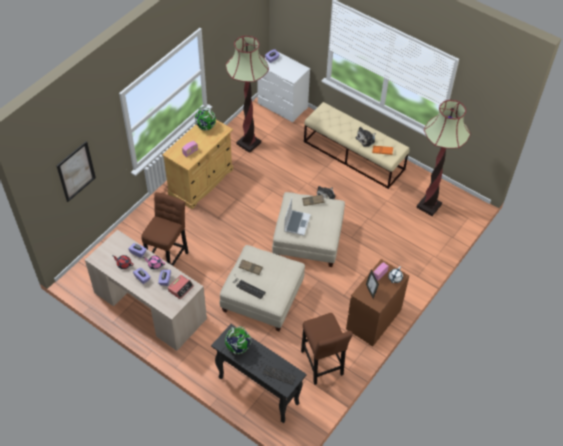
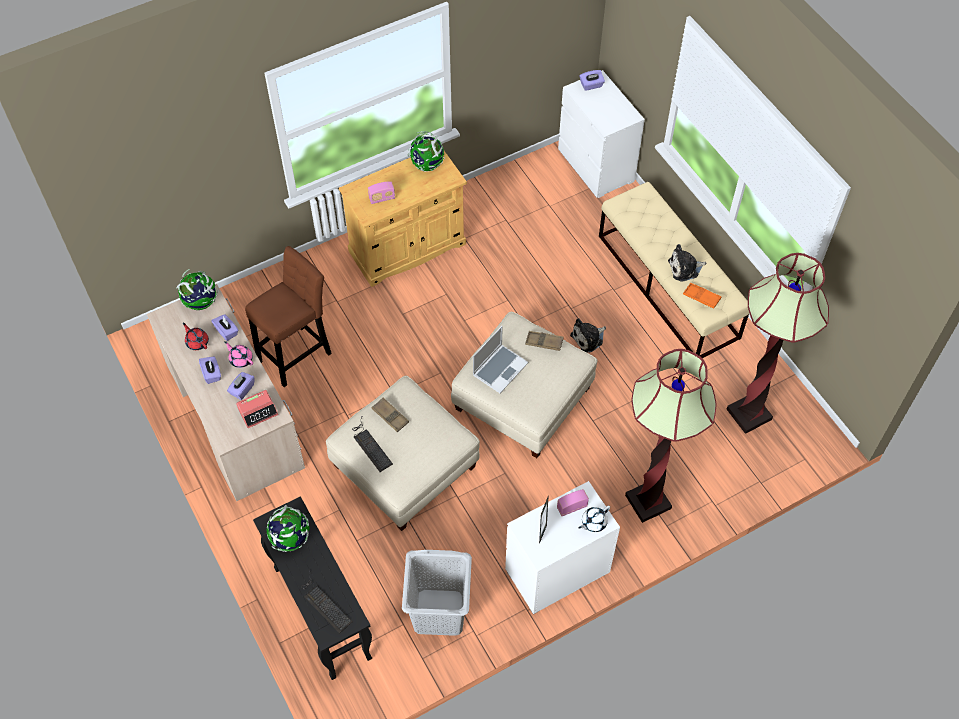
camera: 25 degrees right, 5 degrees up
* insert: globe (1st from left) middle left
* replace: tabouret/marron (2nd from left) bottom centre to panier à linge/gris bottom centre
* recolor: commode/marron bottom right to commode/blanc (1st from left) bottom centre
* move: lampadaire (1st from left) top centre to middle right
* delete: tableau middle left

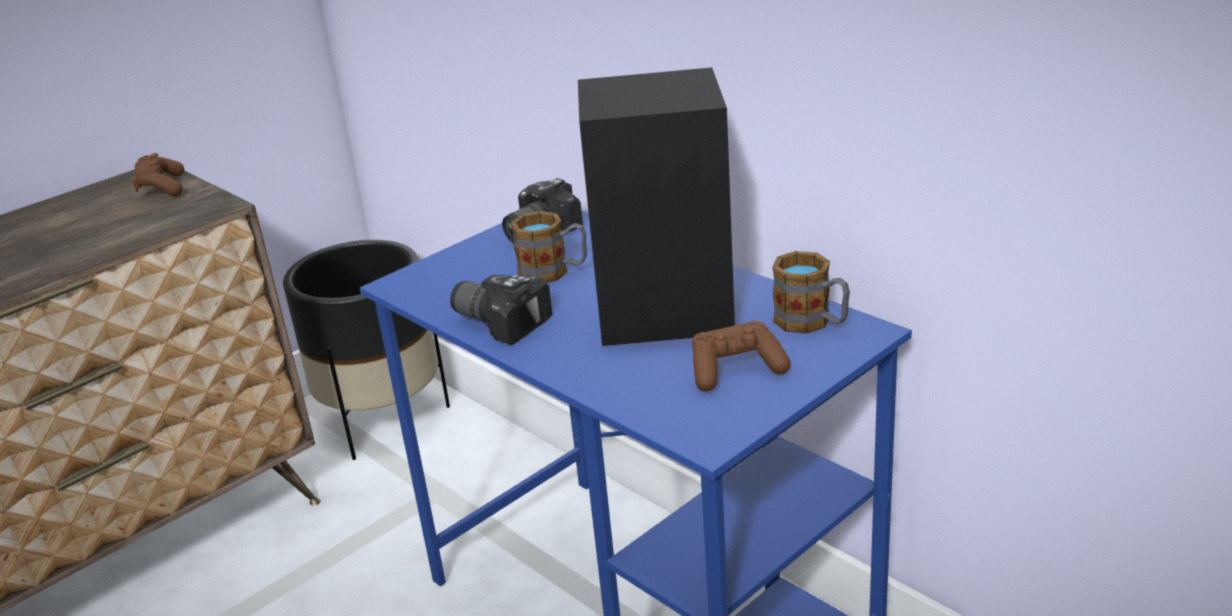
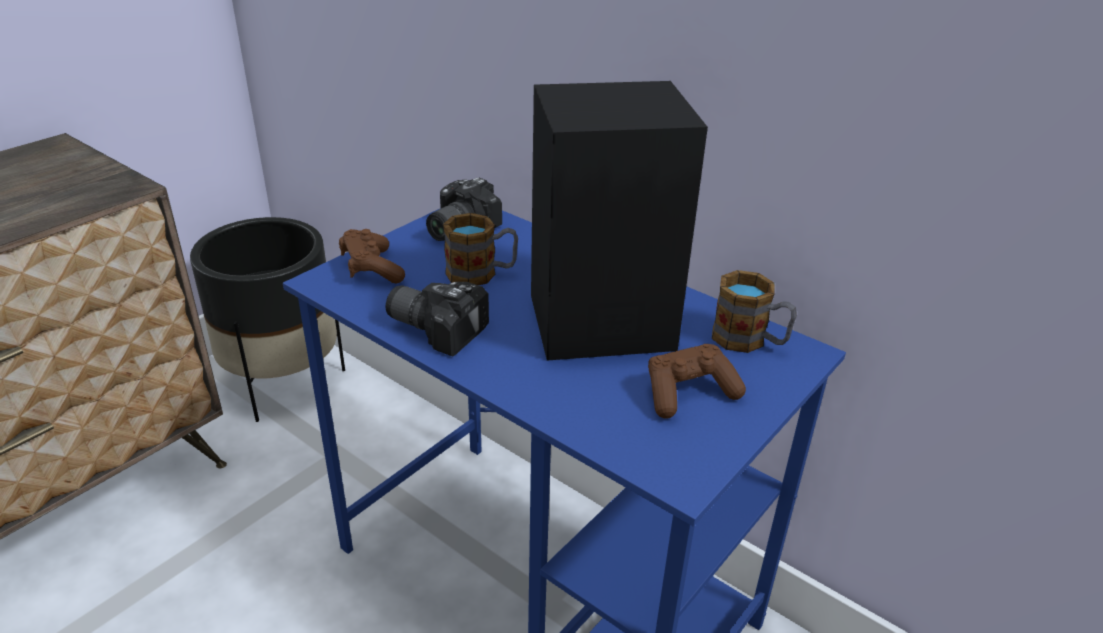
camera: 10 degrees left, 5 degrees up
* move: manette/marron (1st from left) top left to centre

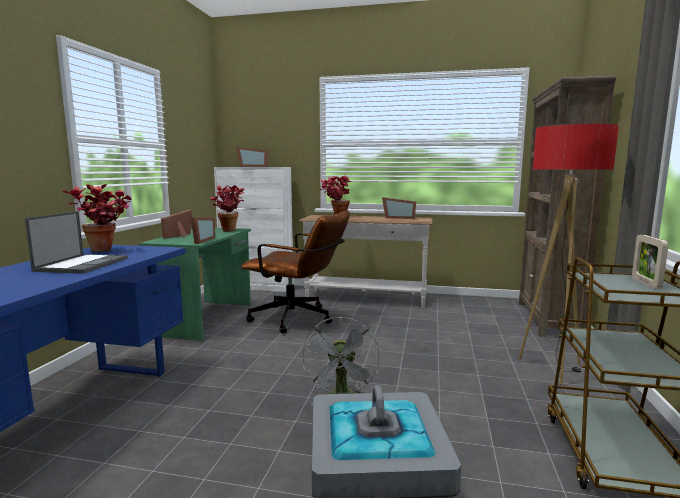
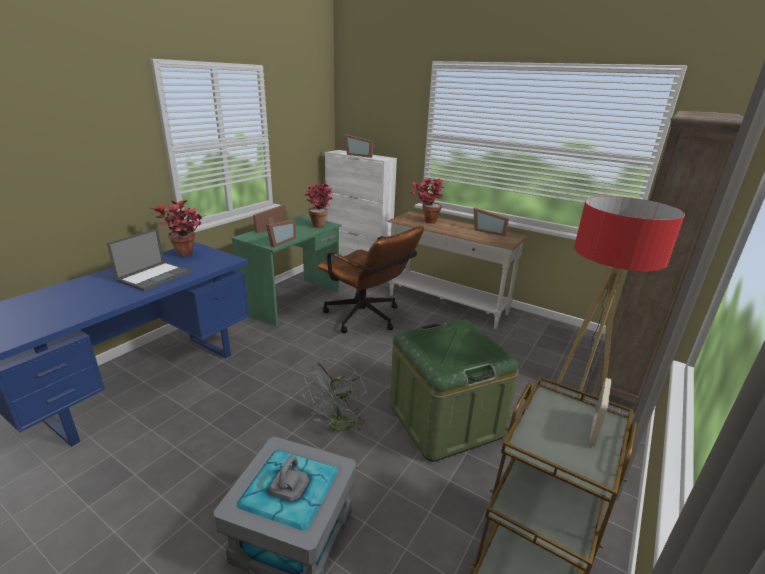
camera: 20 degrees right, 15 degrees up
* insert: boîte de rangement/vert bottom centre

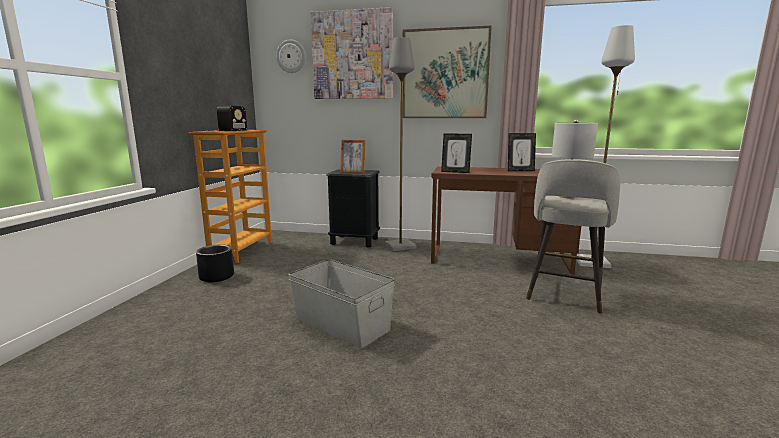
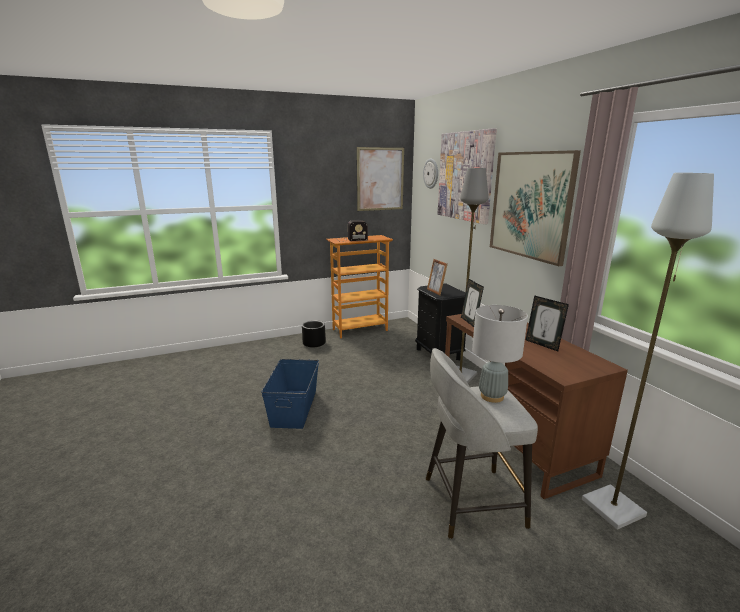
camera: 55 degrees right, 5 degrees up
* recolor: boîte de rangement/gris bottom centre to boîte de rangement/bleu centre
* insert: tableau (1st from left) top centre

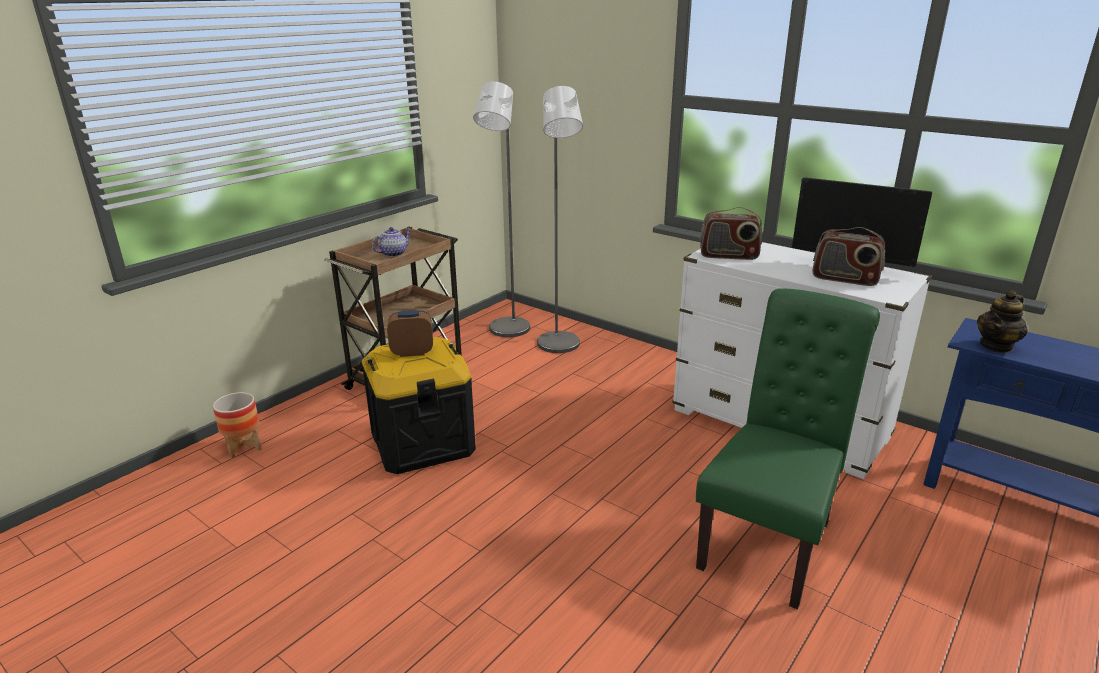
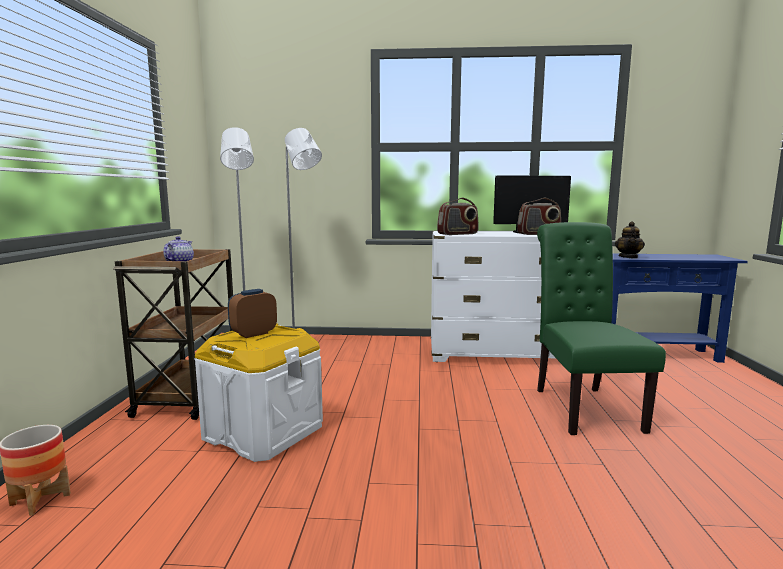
camera: 35 degrees left, 15 degrees down
* recolor: boîte de rangement/noir centre to boîte de rangement/blanc bottom left

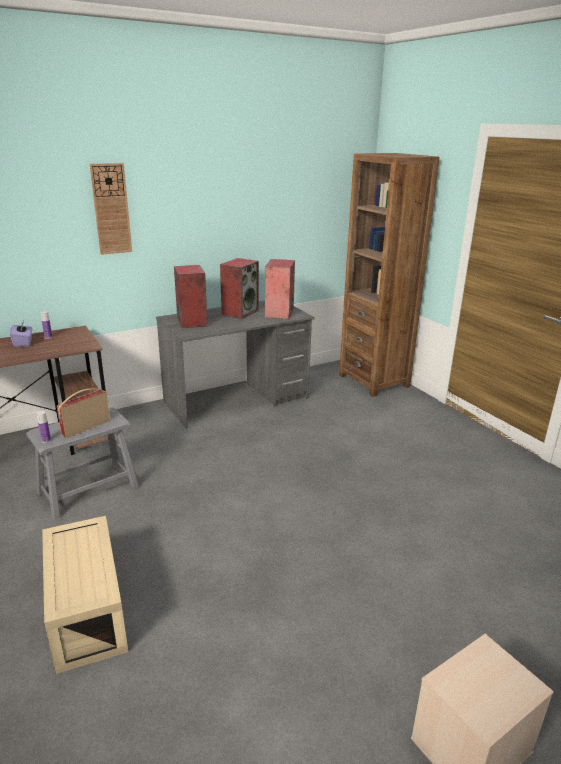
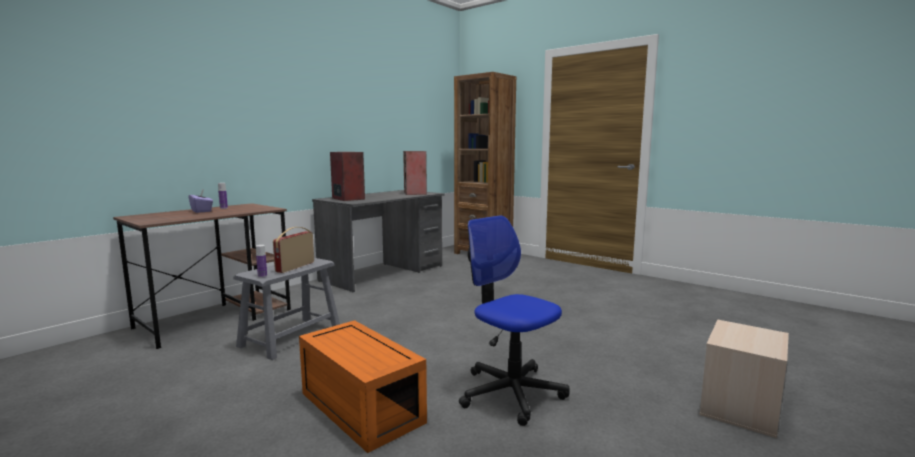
camera: 20 degrees left, 15 degrees down
* recolor: boîte de rangement/beige (1st from left) bottom left to boîte de rangement/orange bottom centre
* insert: chaise de bureau bottom centre
* delete: horloge murale top left
* delete: enceinte (2nd from left) centre

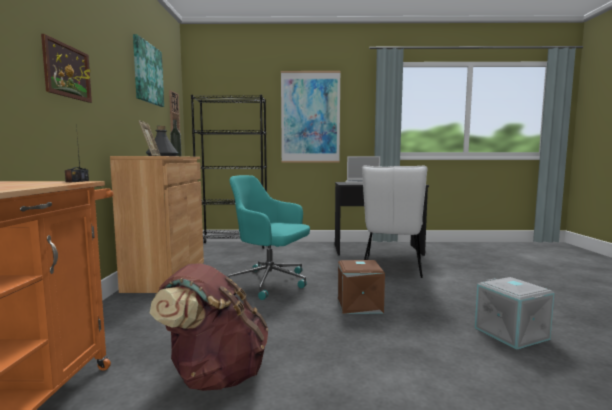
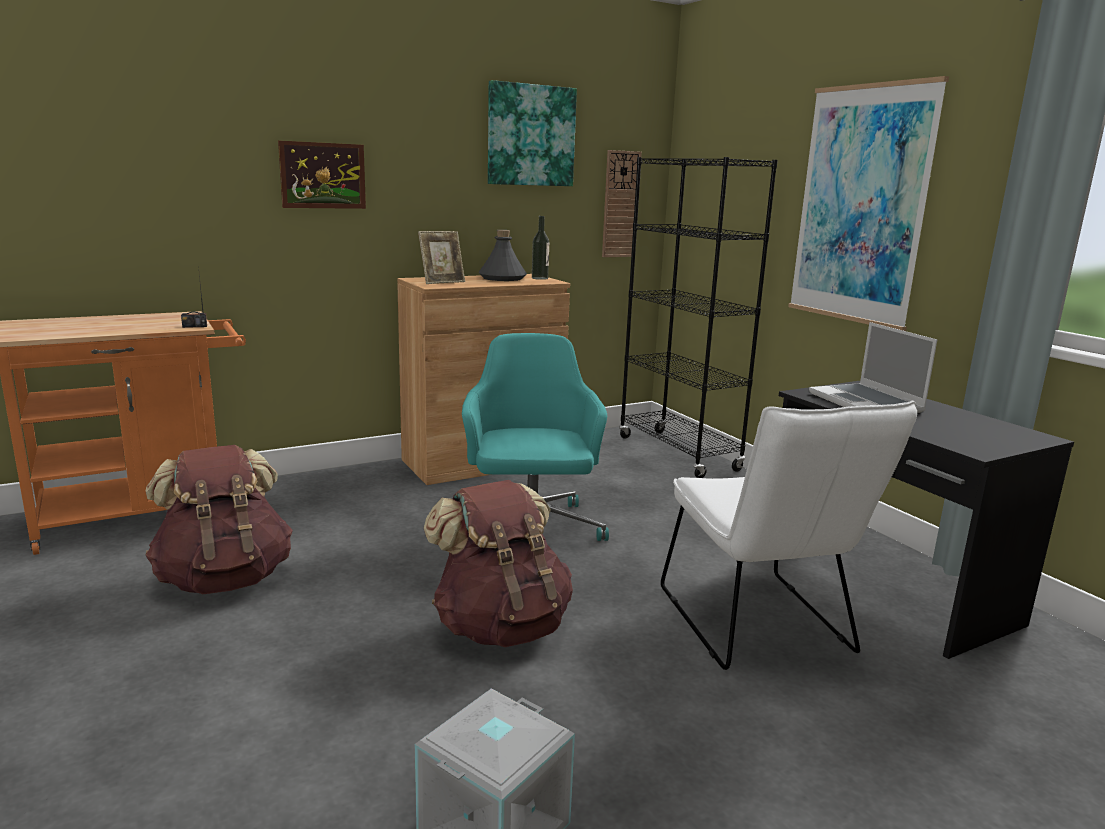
camera: 60 degrees right, 10 degrees up
* replace: boîte de rangement/marron bottom centre to sac à dos/marron (2nd from left) bottom centre
* rotate: chaise/blanc centre = middle right 90 degrees counterclockwise

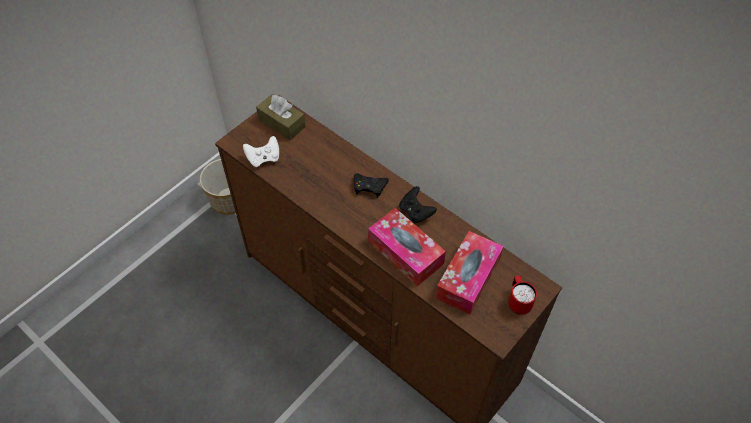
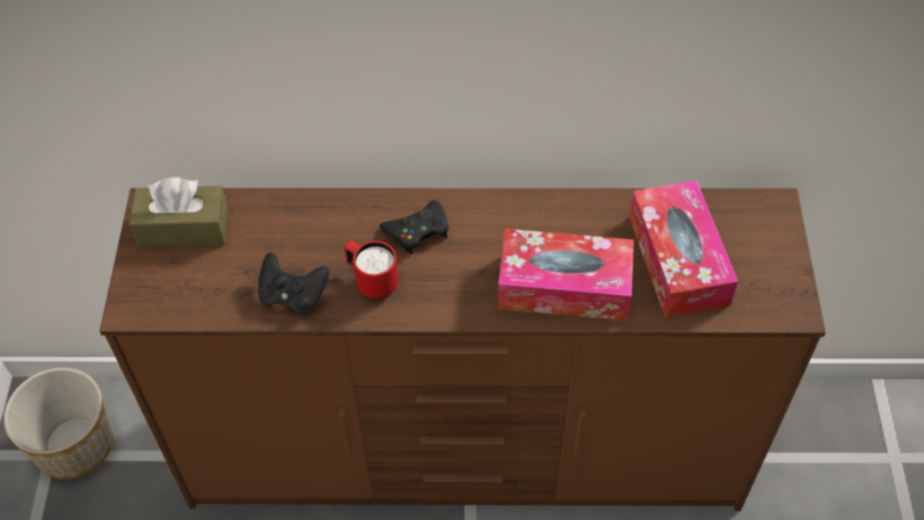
camera: 40 degrees left, 0 degrees up
* move: manette/noir (2nd from left in the first image) centre to manette/noir (1st from left) middle left
* move: mug/rouge bottom right to centre
* delete: manette/blanc centre

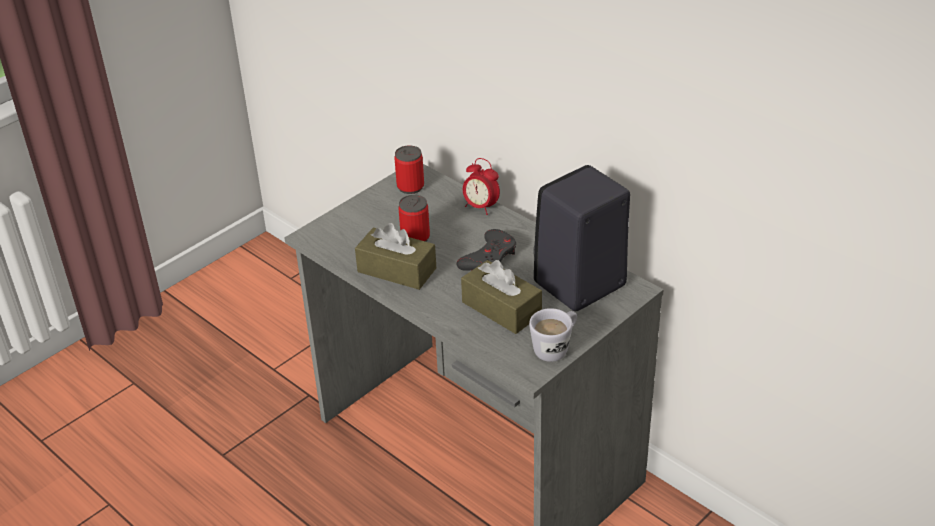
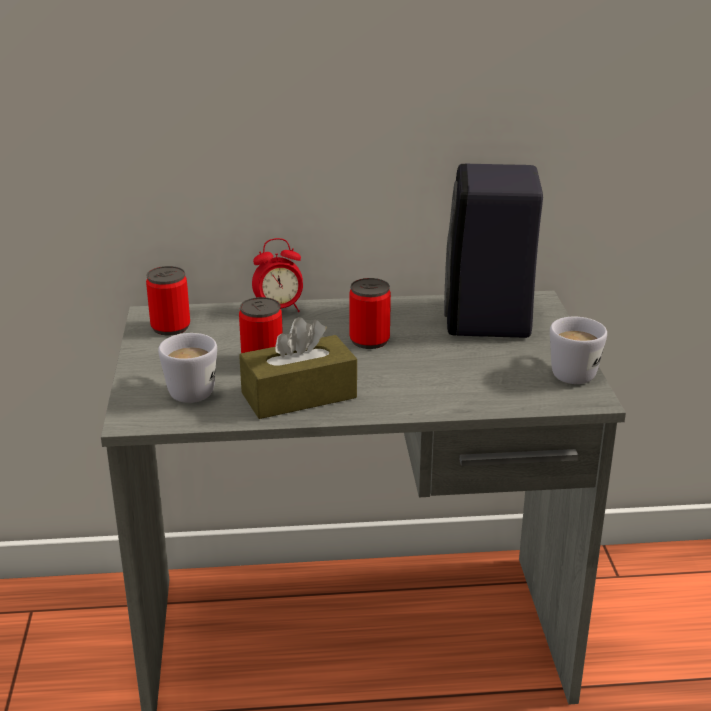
camera: 50 degrees left, 10 degrees down
* insert: mug/blanc (1st from left) middle left
* replace: manette/gris centre to boîte métallique (3rd from left) centre
* delete: boîte à mouchoirs/marron (2nd from left) centre

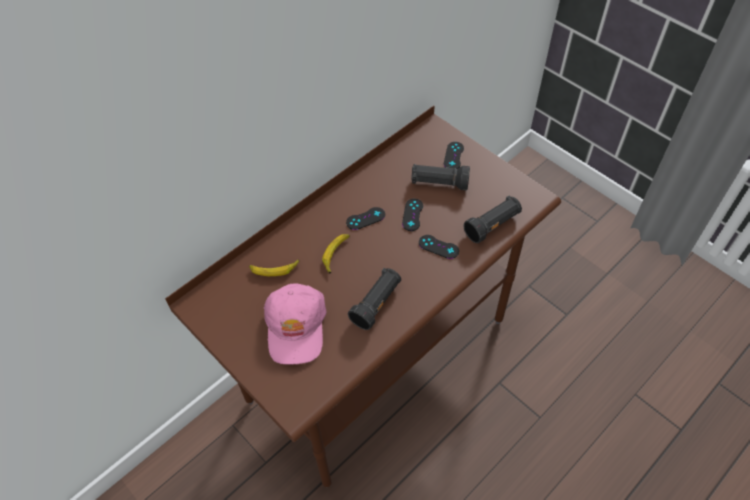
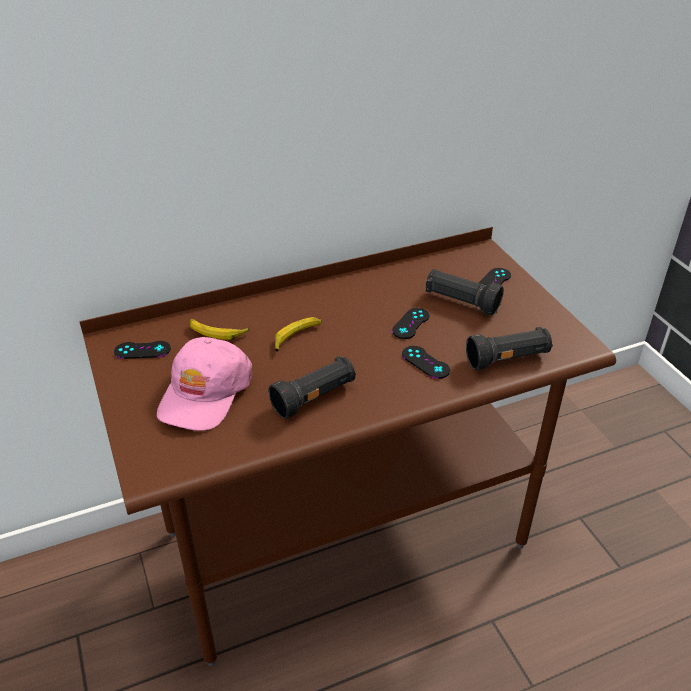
camera: 20 degrees right, 15 degrees down
* move: manette/noir (1st from left) centre to middle left

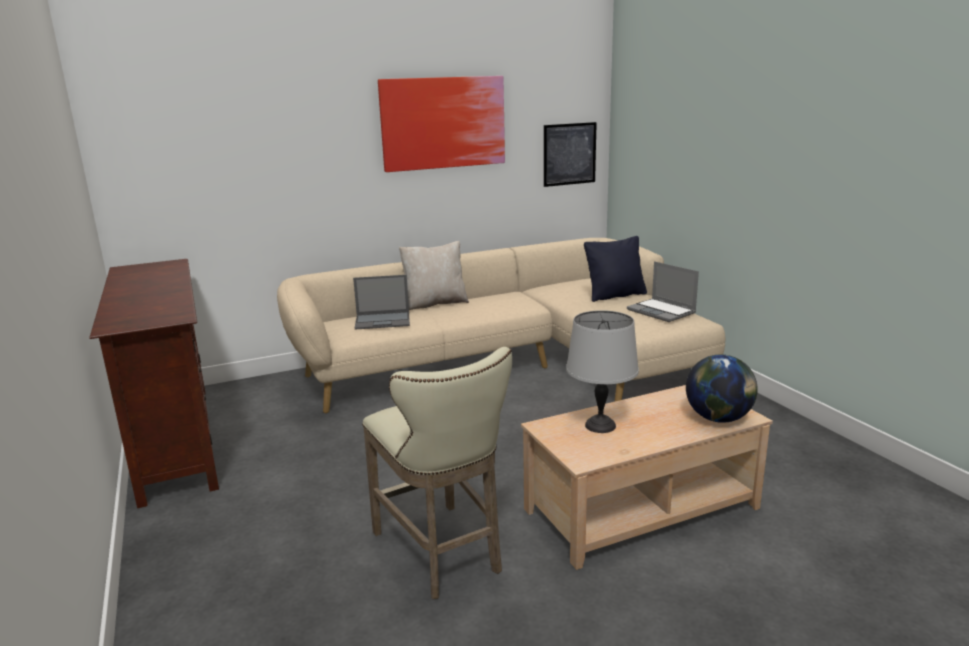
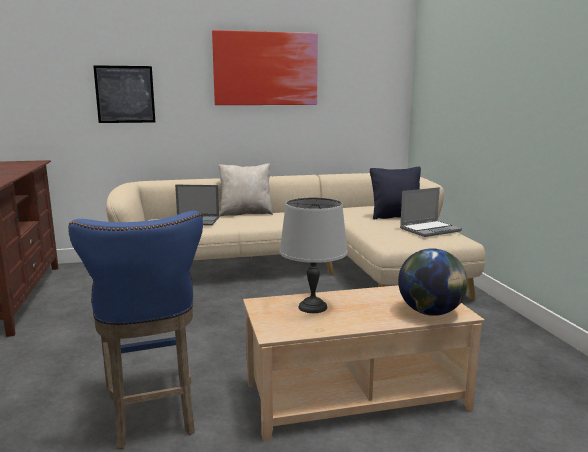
camera: 10 degrees right, 5 degrees down
* recolor: tabouret/beige bottom centre to tabouret/bleu bottom left
* move: tableau (2nd from left in the first image) top centre to tableau (1st from left) top left
* rotate: ordinateur portable (2nd from left) middle right = middle right 90 degrees counterclockwise

